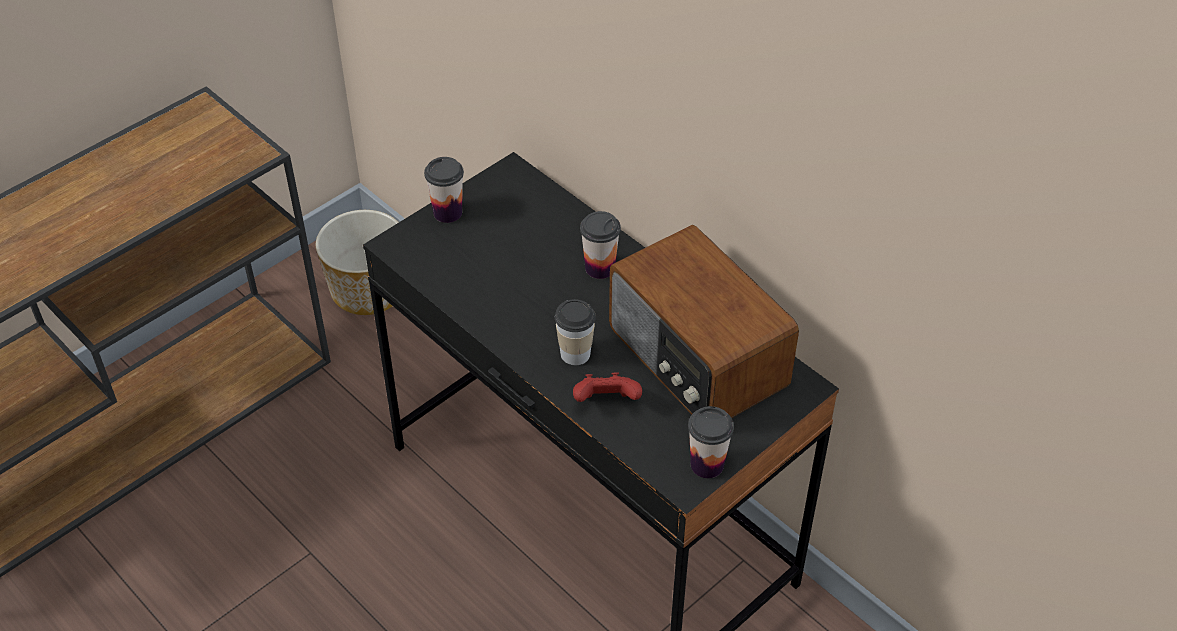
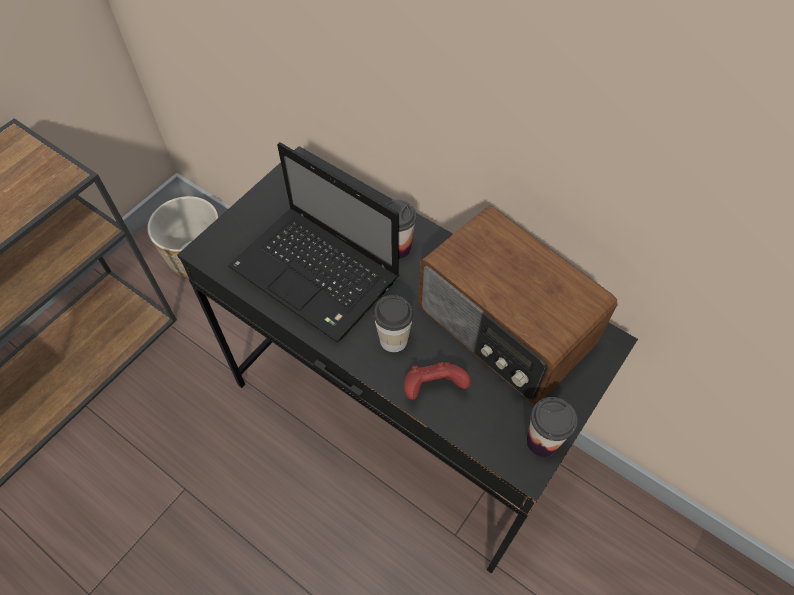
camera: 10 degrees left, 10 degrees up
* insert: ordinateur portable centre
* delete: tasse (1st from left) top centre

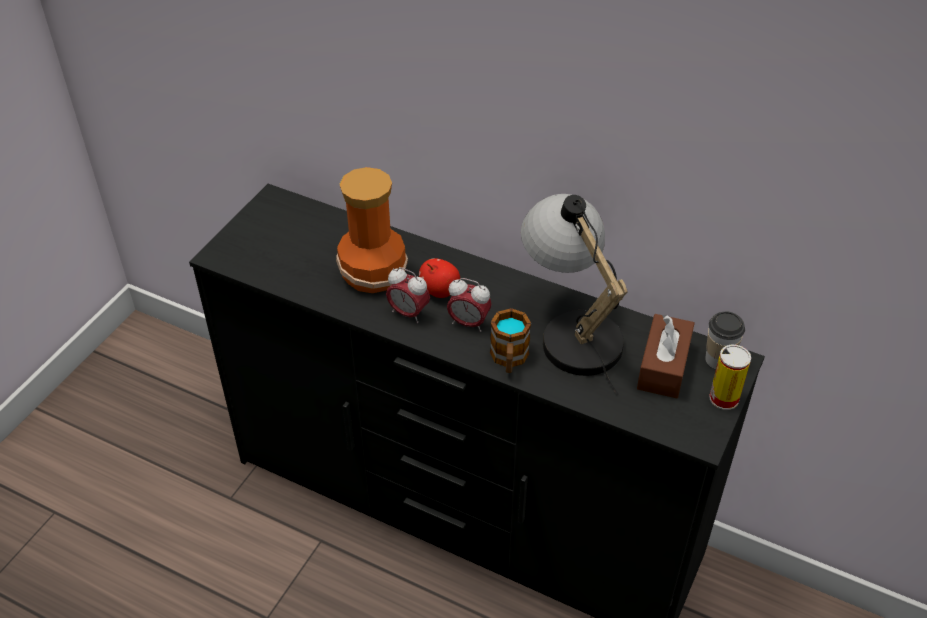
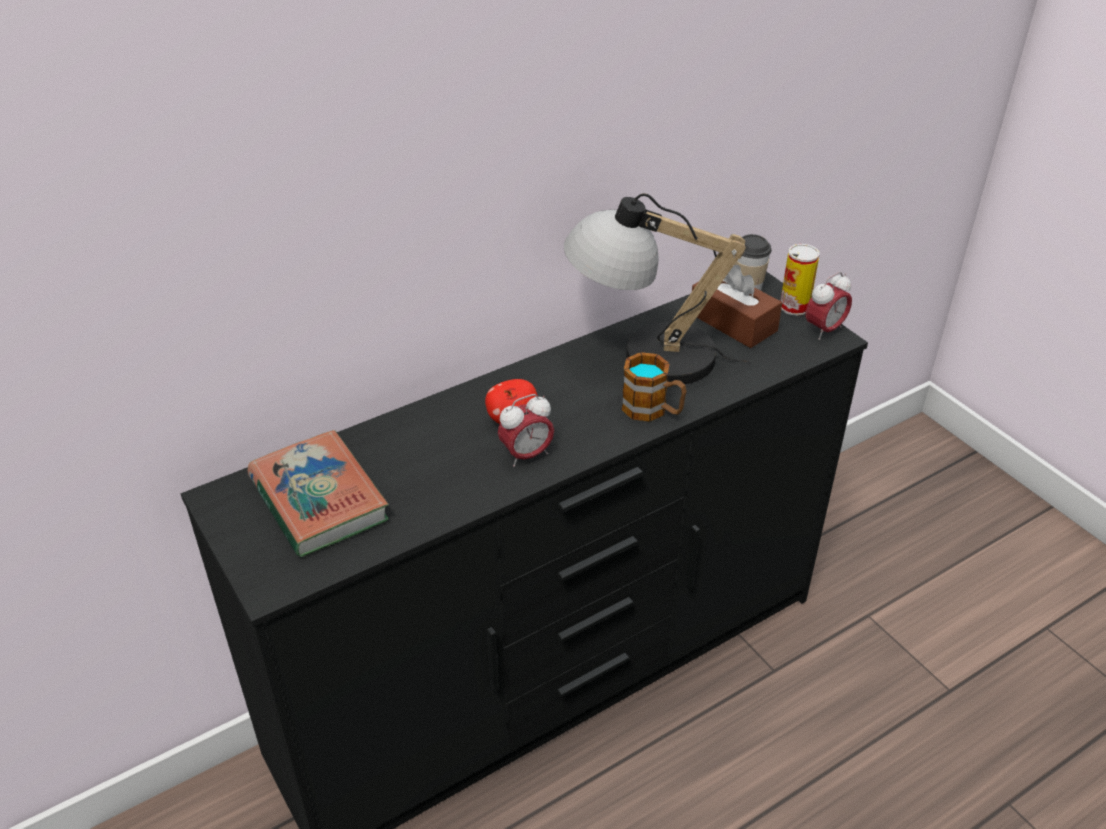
camera: 60 degrees left, 5 degrees down
* insert: livre middle left
* move: réveil (2nd from left) centre to middle right
* delete: vase centre

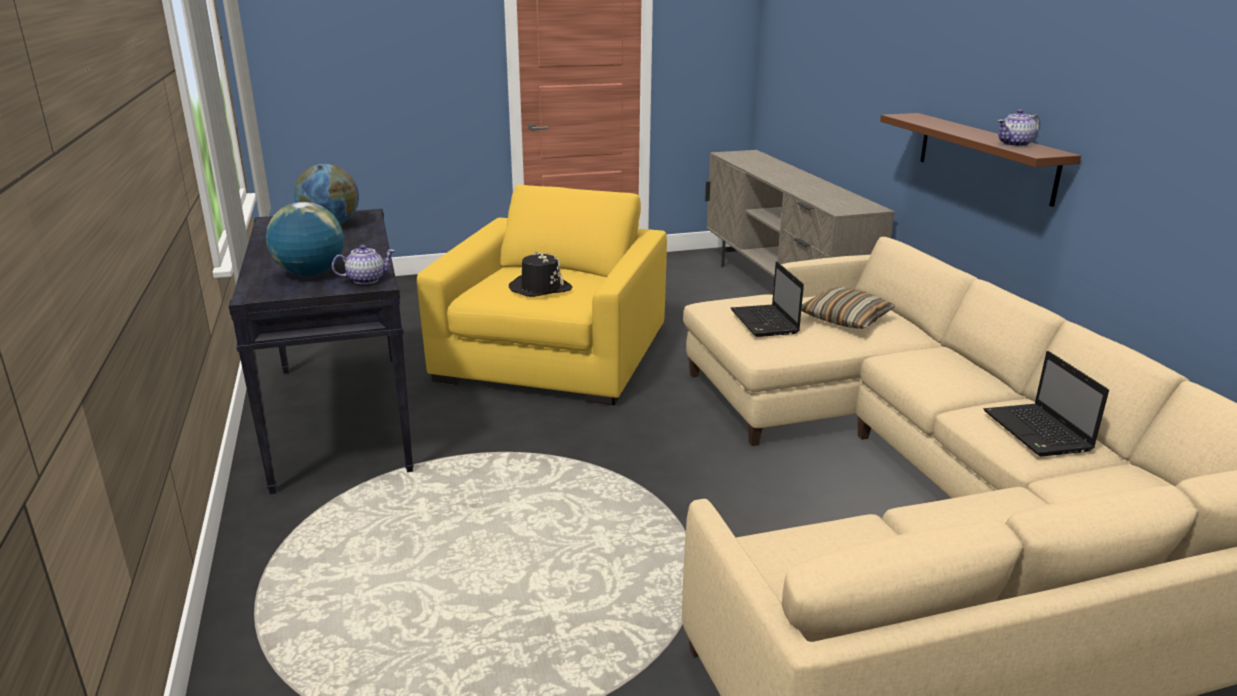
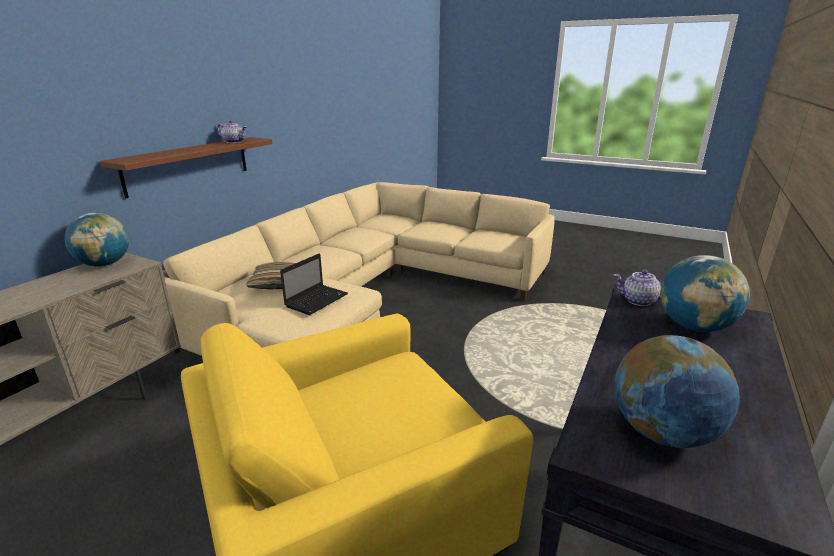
camera: 135 degrees left, 0 degrees up
* insert: globe (1st from left) middle left
* delete: chapeau/noir centre
* delete: ordinateur portable (2nd from left) middle right

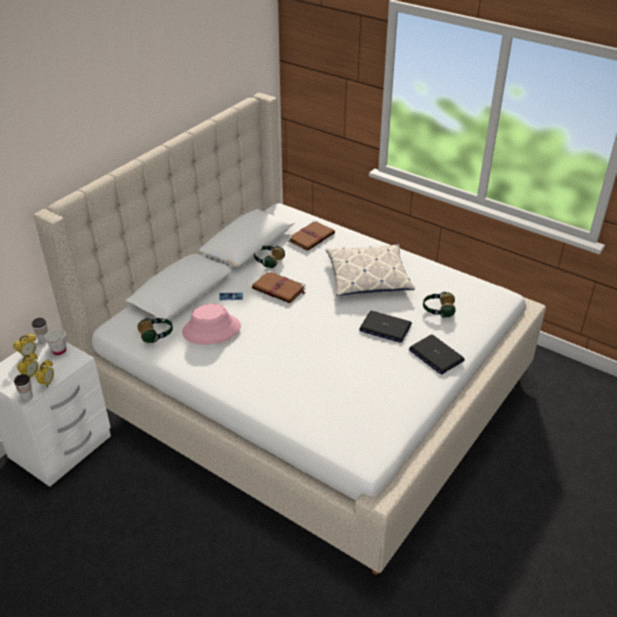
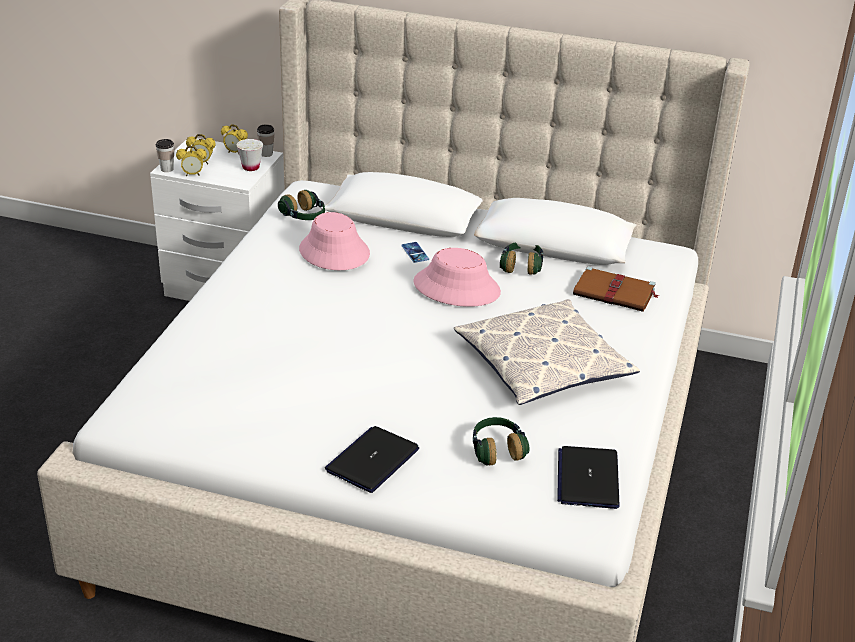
camera: 70 degrees right, 5 degrees down
* replace: livre/marron (1st from left) centre to chapeau/rose (2nd from left) centre
* move: ordinateur portable (1st from left in the first image) centre to ordinateur portable (2nd from left) bottom right

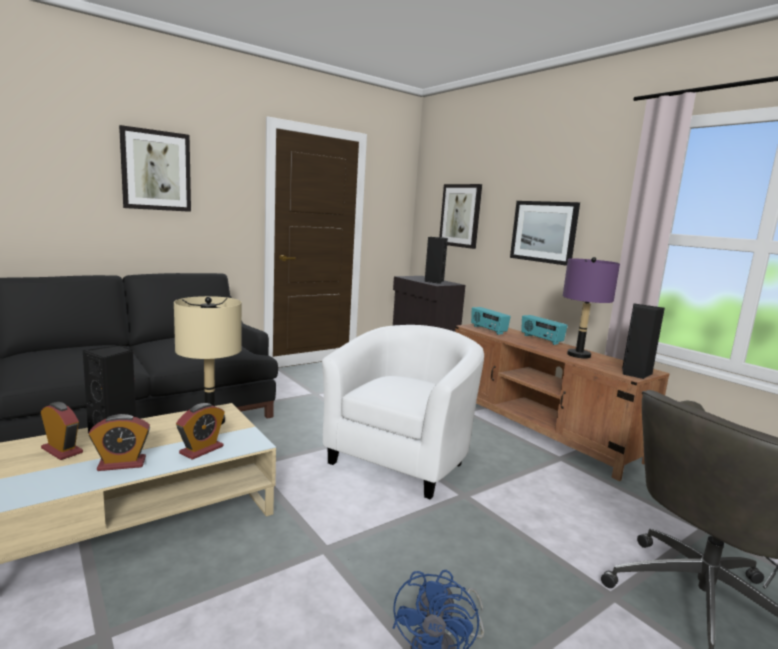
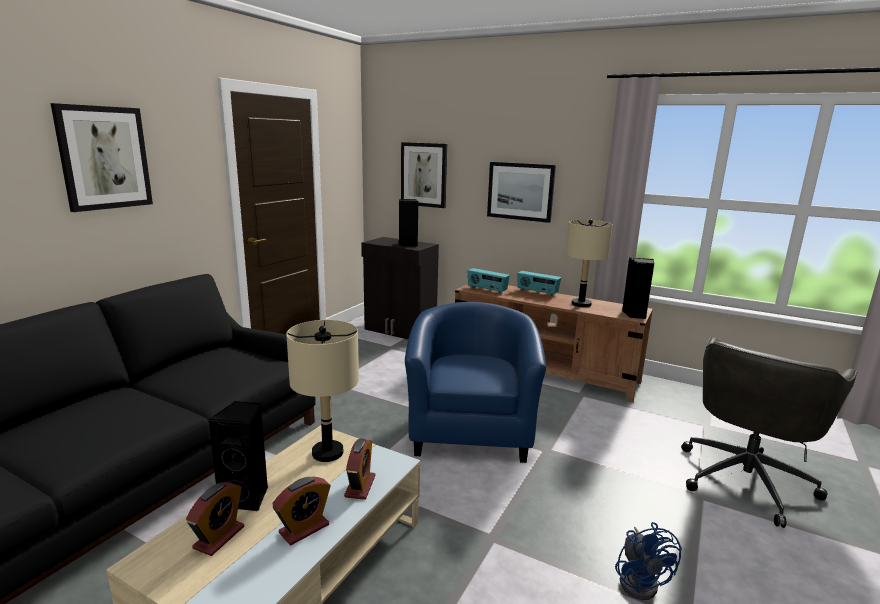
camera: 25 degrees left, 5 degrees up
* rotate: réveil (1st from left) middle left = bottom left 105 degrees clockwise
* recolor: fauteuil/blanc centre to fauteuil/bleu centre
* recolor: lampe de table/violet middle right to lampe de table/beige (2nd from left) middle right

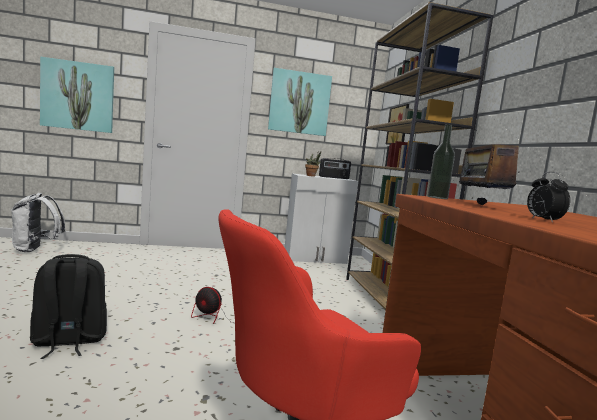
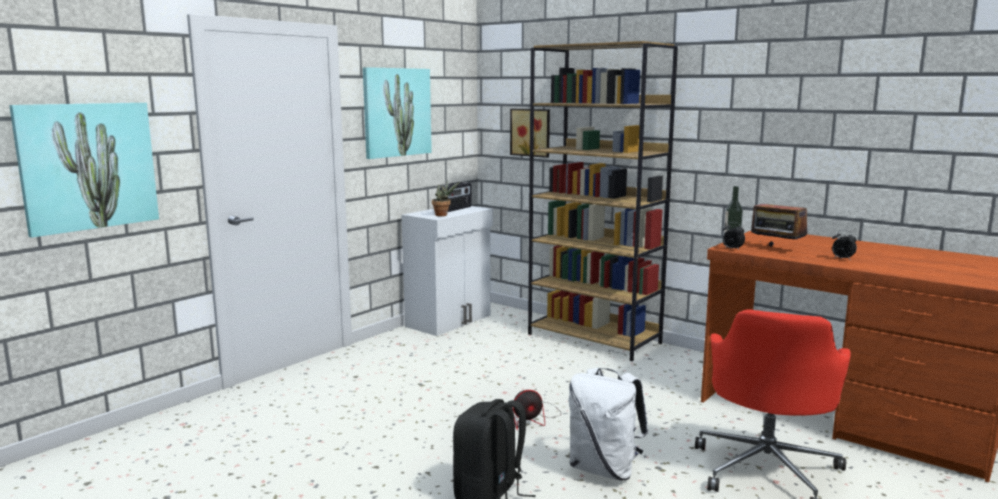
camera: 40 degrees left, 5 degrees up
* move: sac à dos/blanc middle left to bottom centre
* insert: réveil (1st from left) middle right

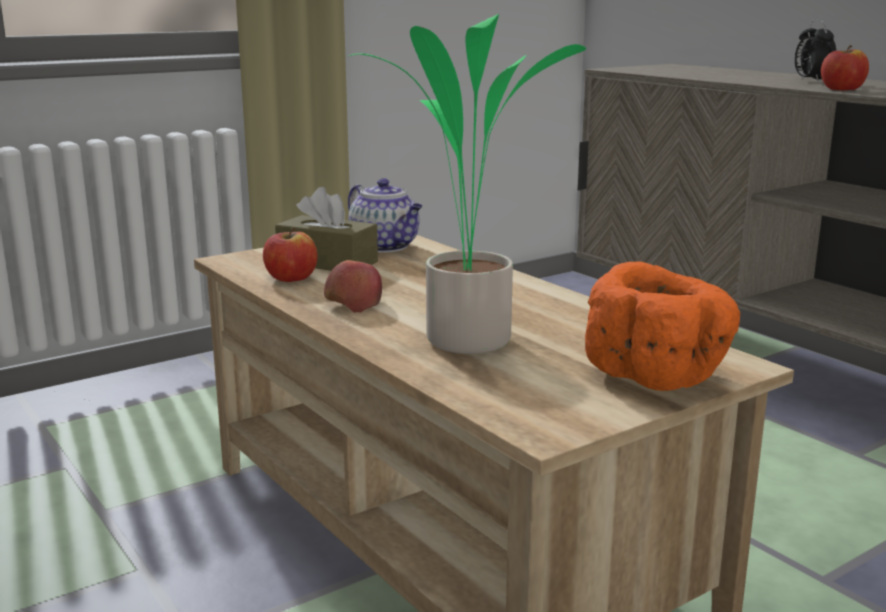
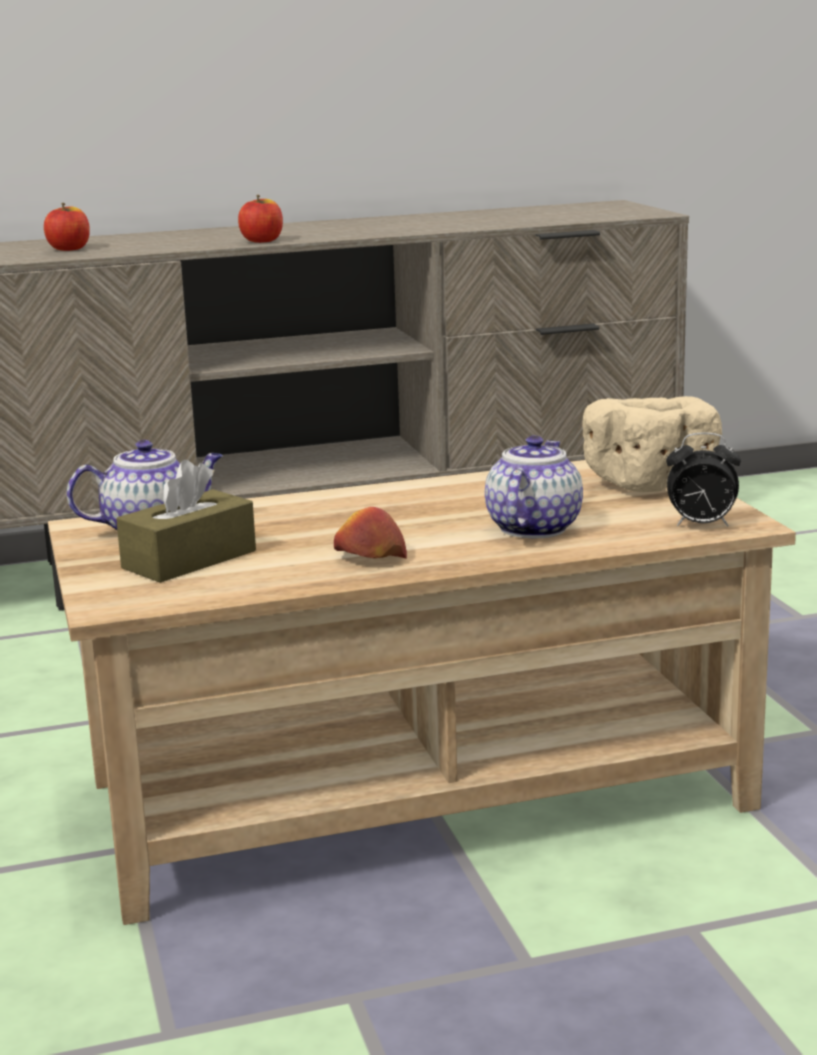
camera: 70 degrees left, 0 degrees up
* move: pomme (1st from left) middle left to top left
* replace: plante en pot top centre to théière (2nd from left) centre
* recolor: bol/orange middle right to bol/beige middle right
* move: réveil top right to middle right

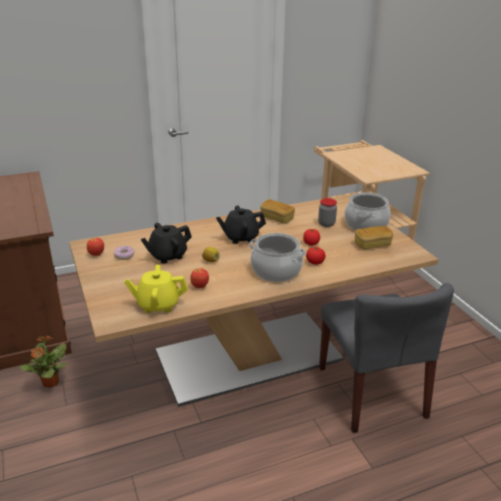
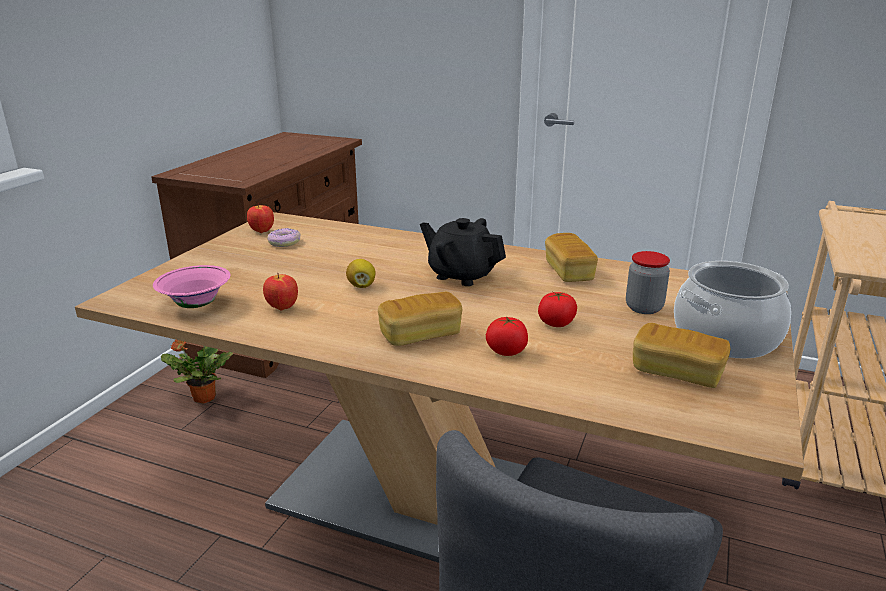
camera: 45 degrees right, 5 degrees down
* replace: théière/jaune middle left to bol/rose middle left
* replace: marmite (1st from left) centre to pain (1st from left) centre
* delete: théière/noir (1st from left) middle left

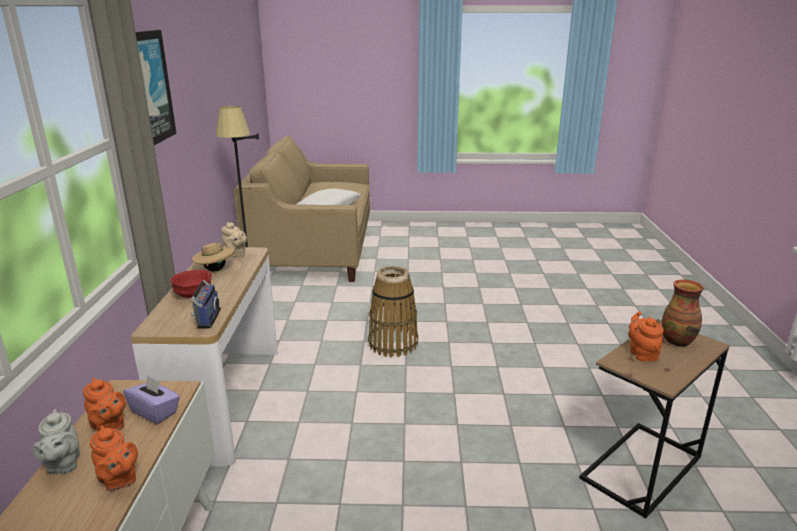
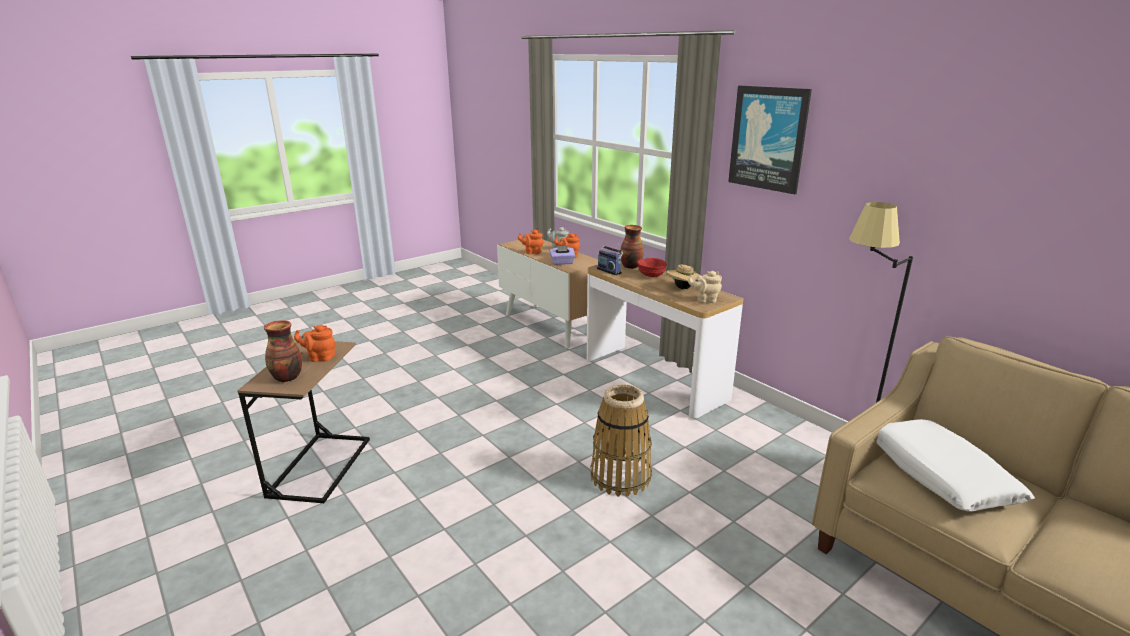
camera: 140 degrees right, 0 degrees up
* rotate: théière/orange (3rd from left in the first image) middle right = middle left 135 degrees clockwise
* insert: vase (2nd from left) centre

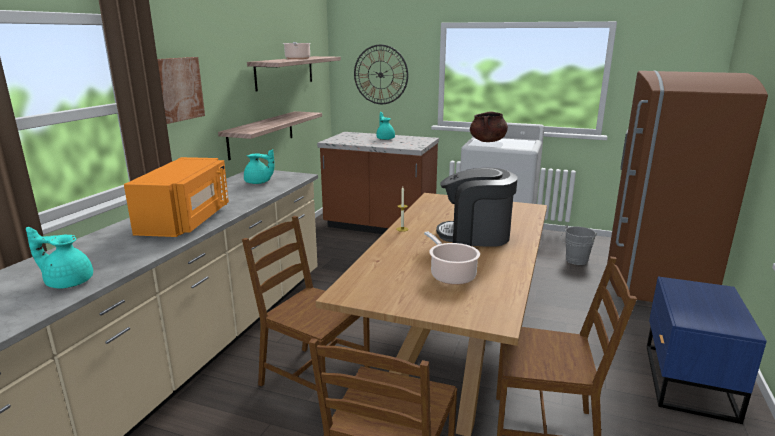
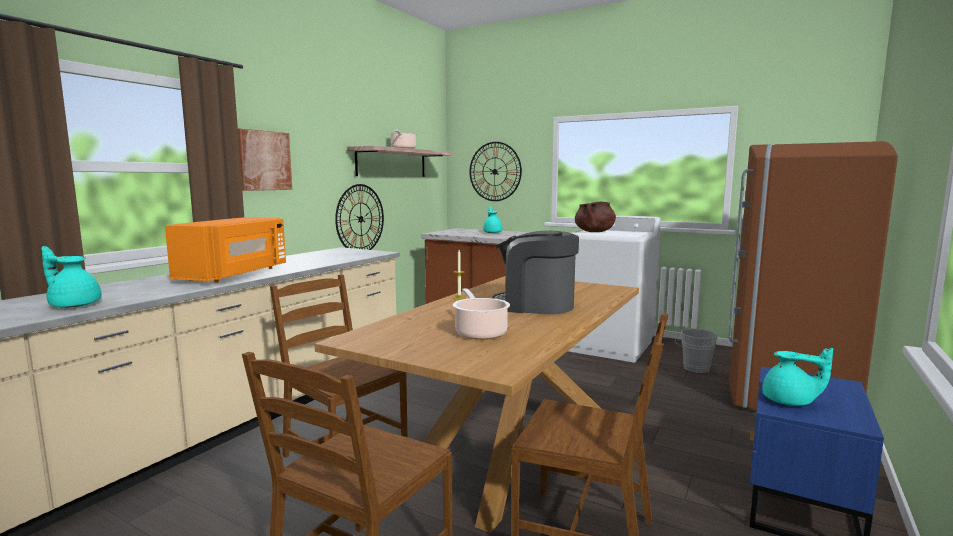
camera: 10 degrees right, 10 degrees down
* replace: étagère (1st from left) top centre to horloge murale (1st from left) centre
* move: théière/turquoise (2nd from left in the first image) centre to théière/turquoise (3rd from left) bottom right

